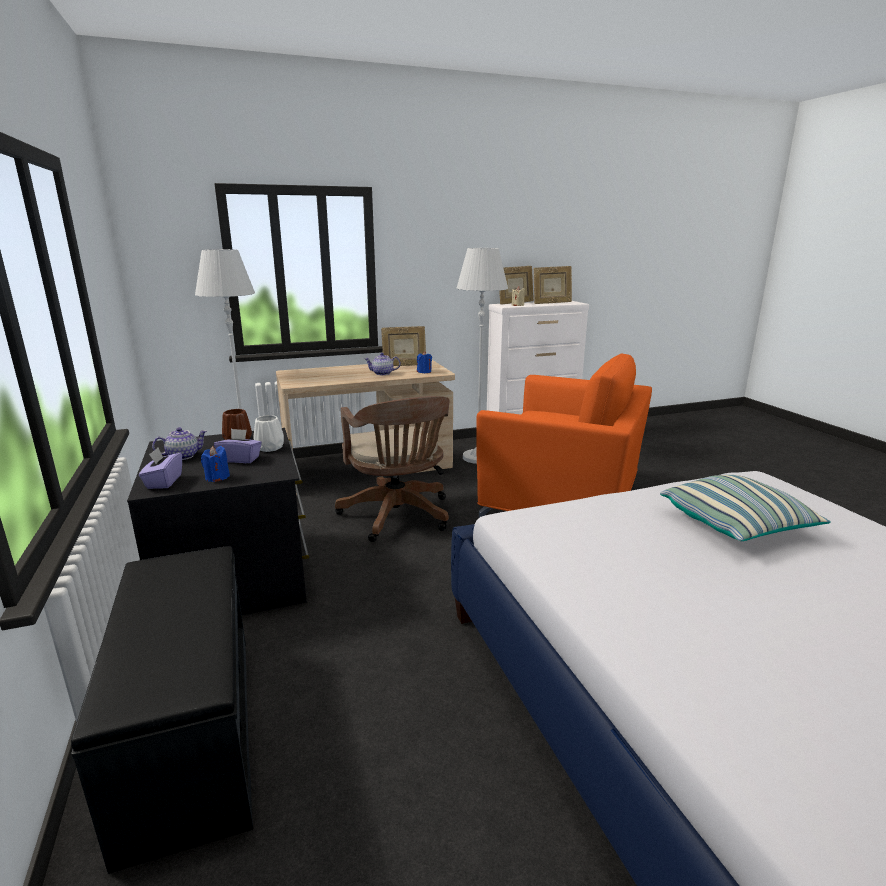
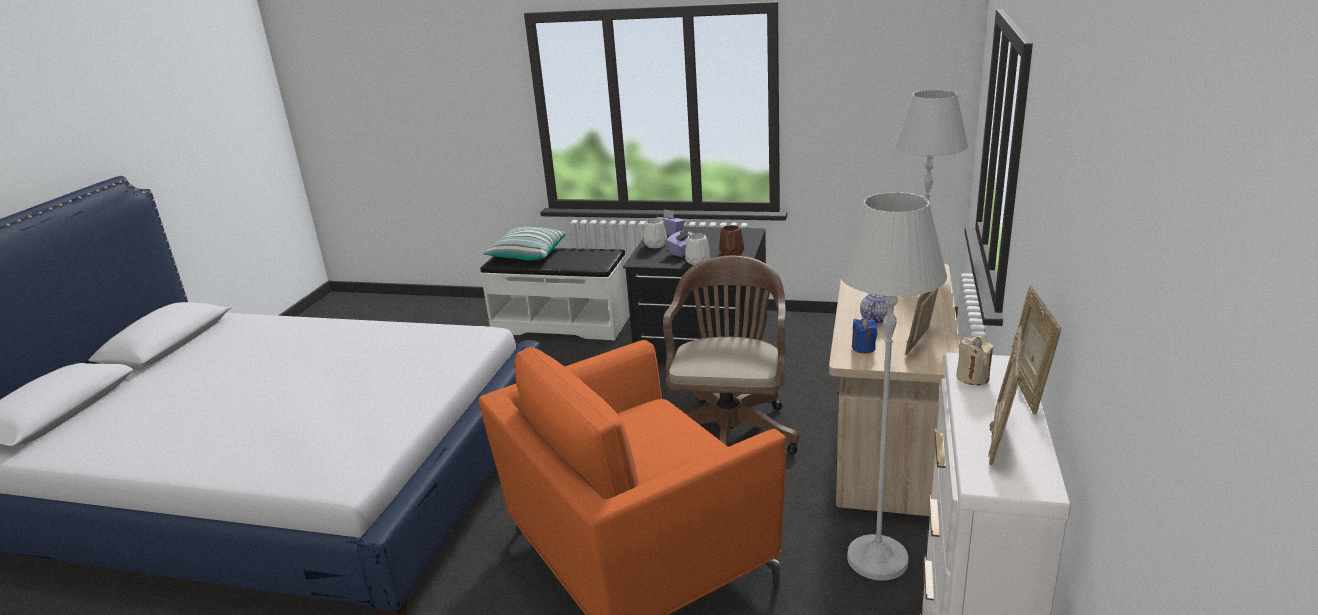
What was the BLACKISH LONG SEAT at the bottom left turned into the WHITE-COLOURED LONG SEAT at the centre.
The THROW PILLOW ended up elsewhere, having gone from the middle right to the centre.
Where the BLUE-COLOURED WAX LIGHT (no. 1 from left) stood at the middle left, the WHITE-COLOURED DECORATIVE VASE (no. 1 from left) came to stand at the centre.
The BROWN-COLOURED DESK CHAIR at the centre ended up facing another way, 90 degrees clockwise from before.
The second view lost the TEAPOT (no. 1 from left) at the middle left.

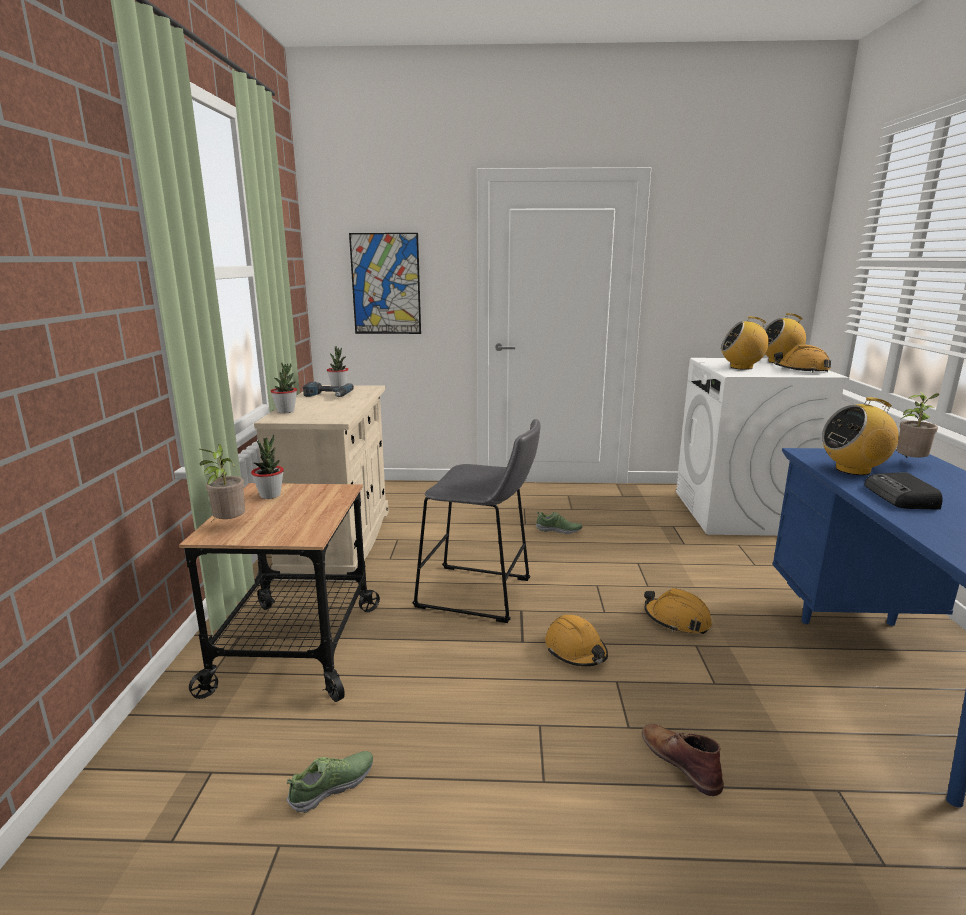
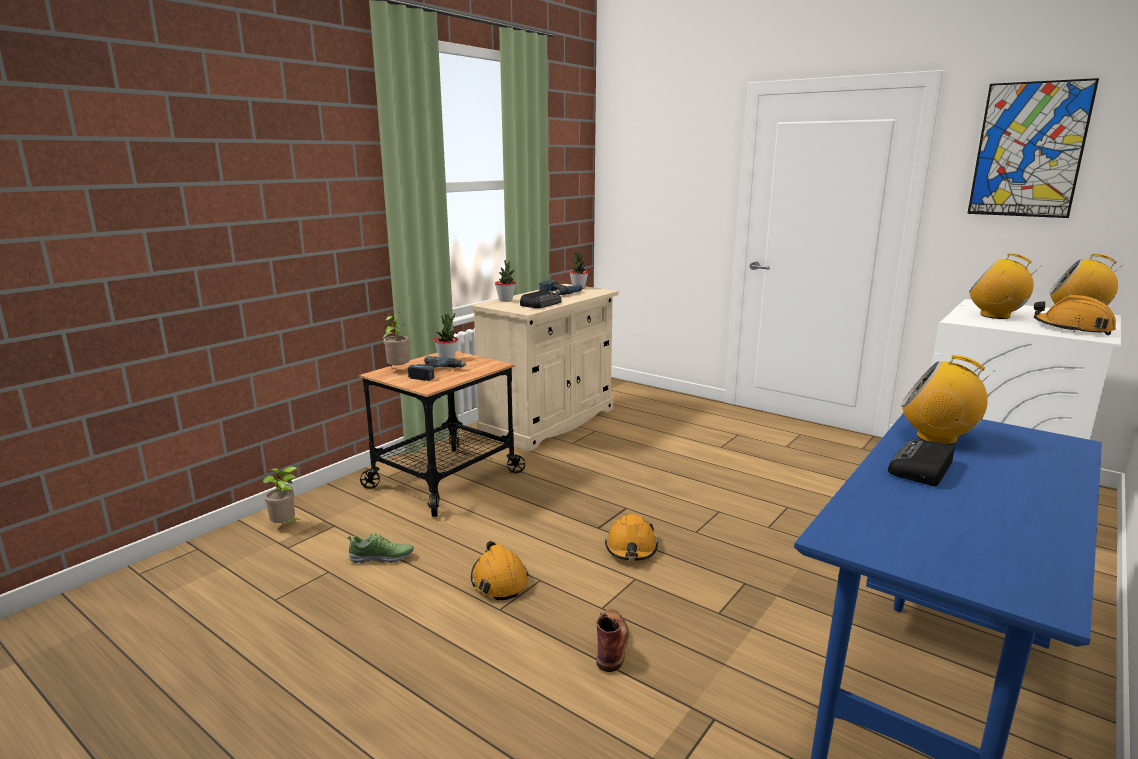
The POTTED PLANT (no. 5 from left in the first image) ended up elsewhere, having gone from the middle right to the middle left.
The second view gained the ELECTRIC DRILL (no. 1 from left) at the centre.
The ORANGE-COLOURED SAFETY HELMET (no. 2 from left in the first image) ended up elsewhere, having gone from the bottom right to the bottom centre.
The second view gained the RADIO (no. 1 from left) at the centre.
The WALL ART ended up elsewhere, having gone from the top centre to the top right.
The second view lost the GREYISH SITTING STOOL at the centre.
The second view lost the LOW SHOE (no. 2 from left) at the centre.

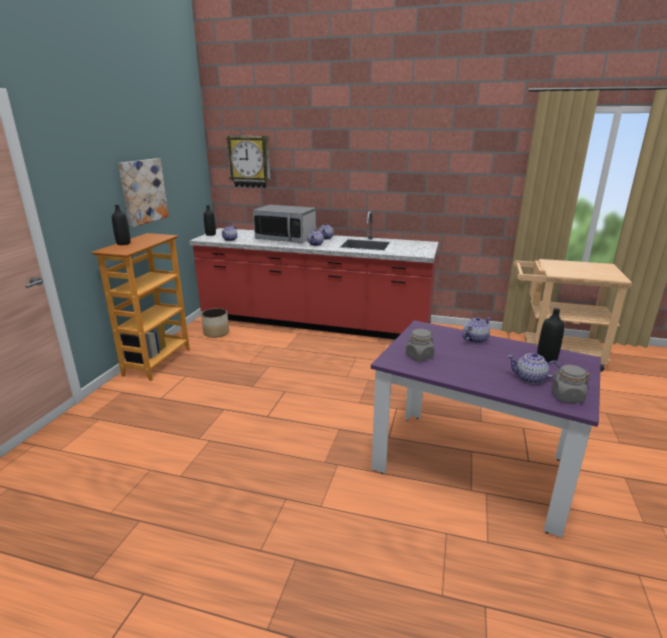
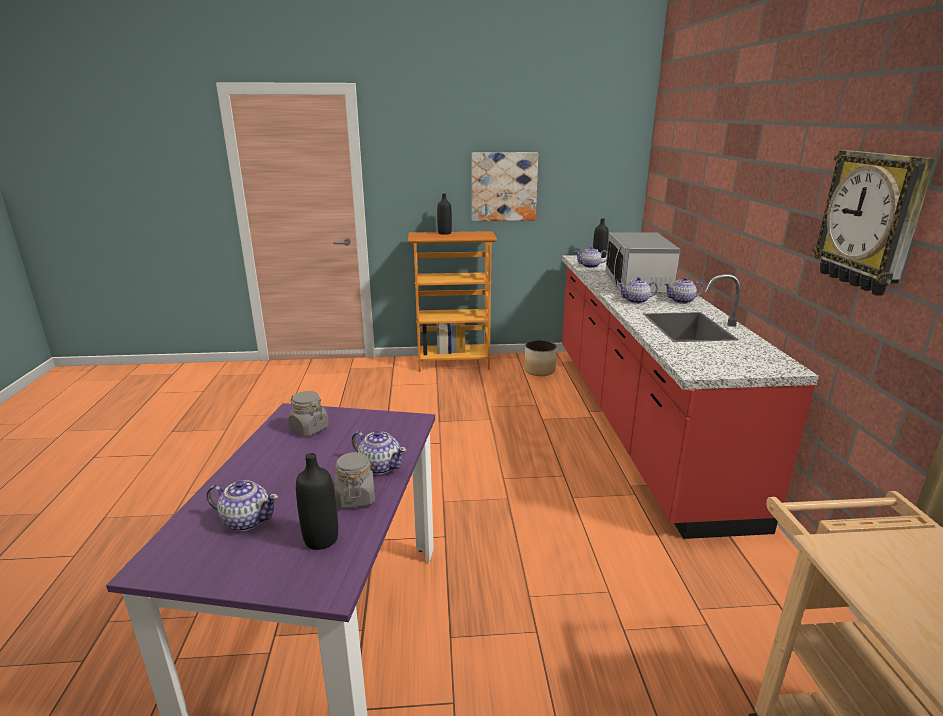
The TEAPOT (no. 5 from left in the first image) at the middle right ended up facing another way, 105 degrees clockwise from before.
The GREYISH STORAGE JAR (no. 2 from left) ended up elsewhere, having gone from the middle right to the bottom centre.
The CLOCK ON THE WALL ended up elsewhere, having gone from the top centre to the top right.

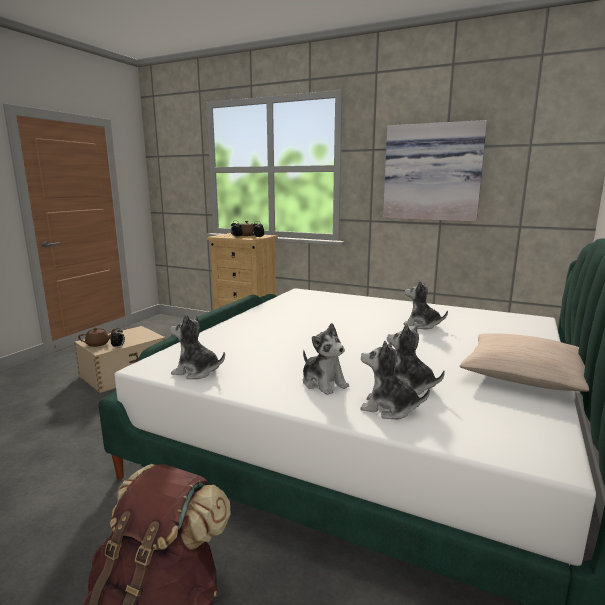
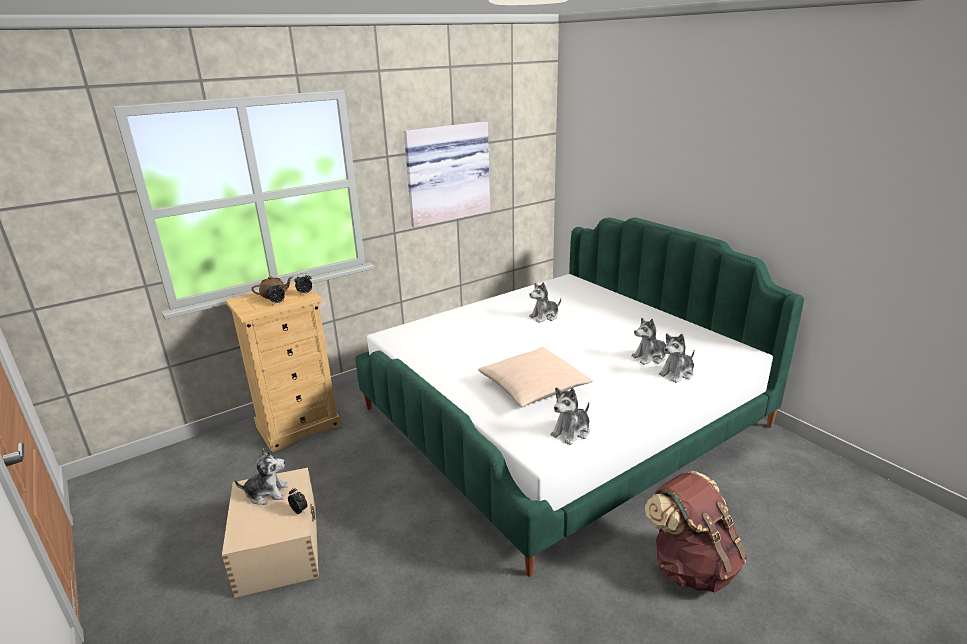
The SOFT TOY (no. 2 from left in the first image) ended up elsewhere, having gone from the centre to the bottom left.
The BEIGE THROW PILLOW ended up elsewhere, having gone from the middle right to the centre.
The second view lost the BROWN-COLOURED TEAPOT (no. 1 from left) at the middle left.

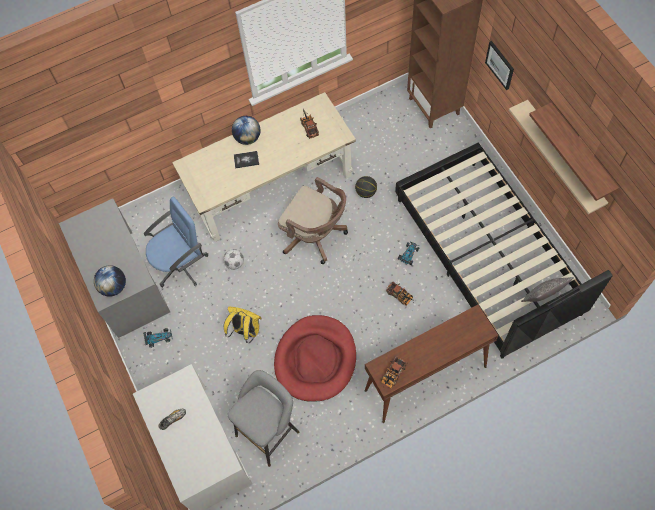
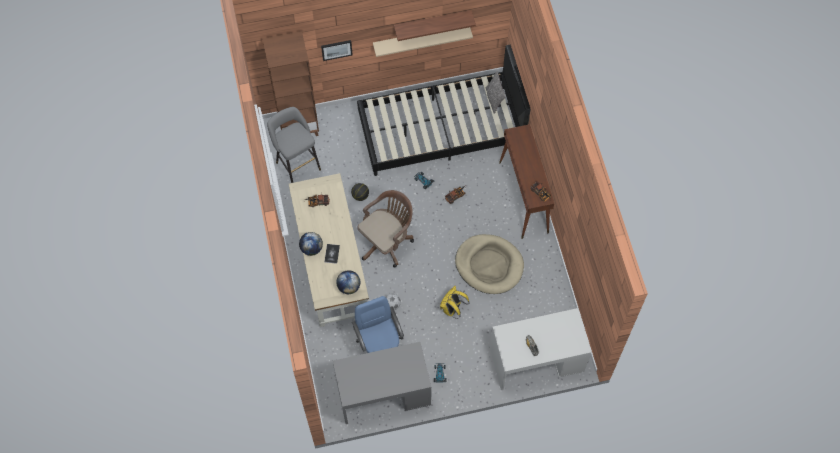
The GREYISH SITTING STOOL ended up elsewhere, having gone from the bottom centre to the top centre.
The DESK GLOBE (no. 1 from left in the first image) ended up elsewhere, having gone from the middle left to the centre.
What was the RED DOG CUSHION at the bottom centre turned into the BEIGE DOG CUSHION at the centre.

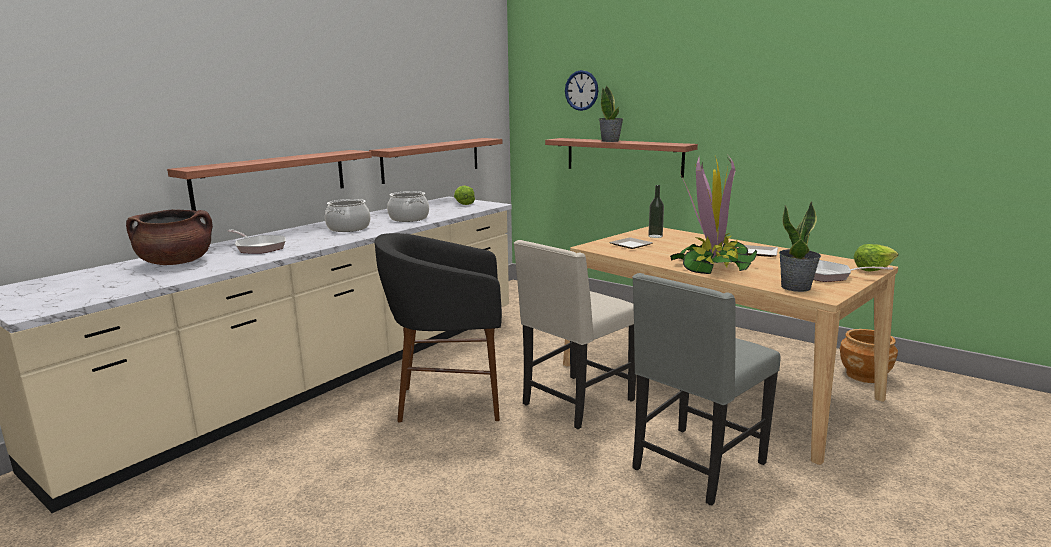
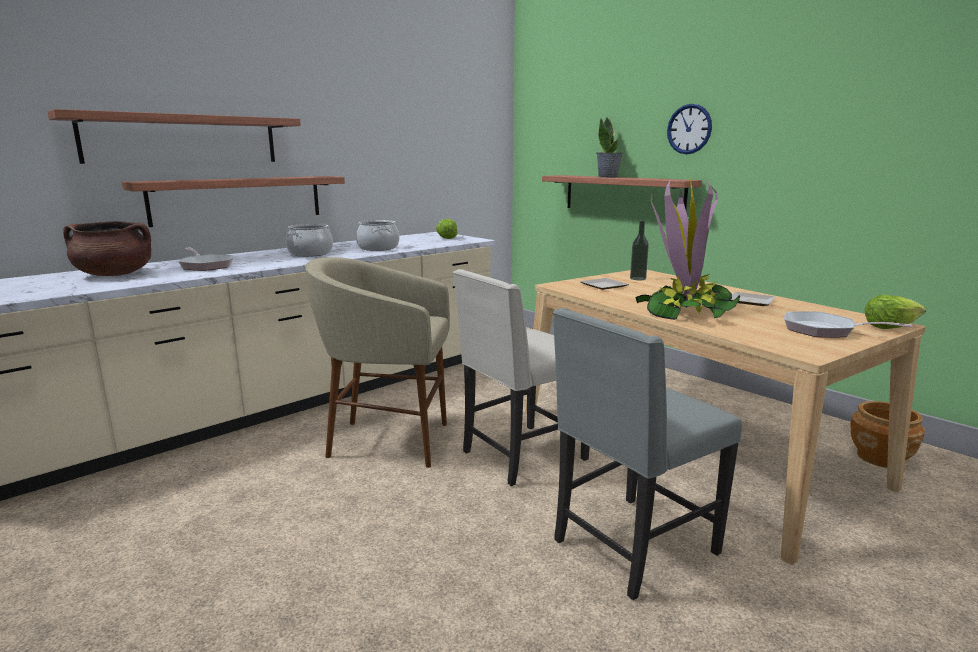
The SHELF (no. 2 from left in the first image) ended up elsewhere, having gone from the top centre to the top left.
What was the BLACKISH SITTING STOOL at the centre turned into the BEIGE SITTING STOOL at the centre.
The CLOCK ON THE WALL ended up elsewhere, having gone from the top centre to the top right.
The second view lost the POTTED PLANT (no. 3 from left) at the middle right.

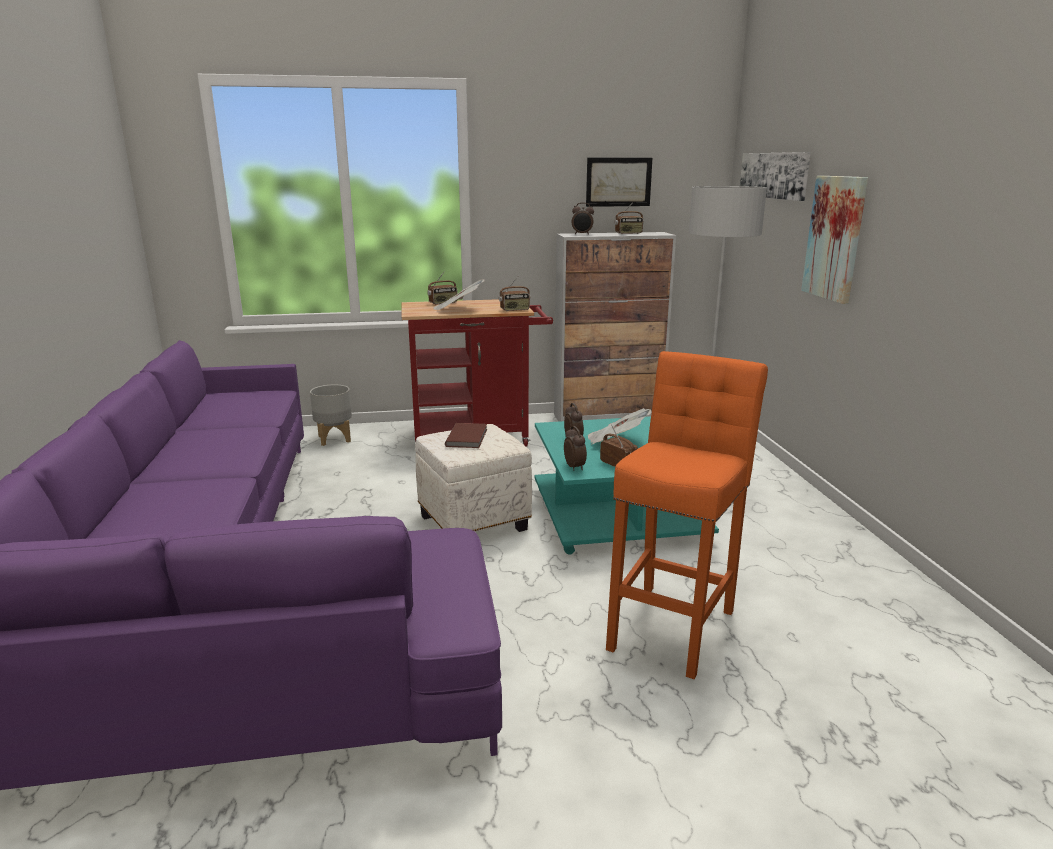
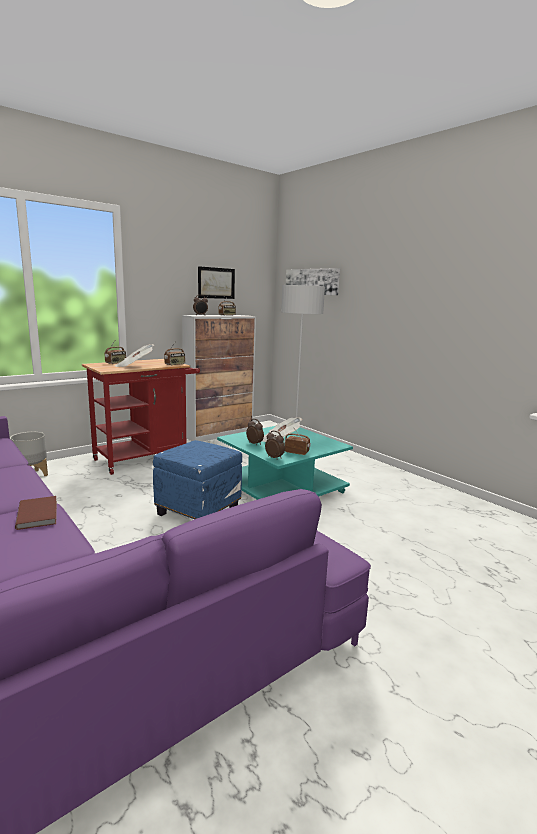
The BROWN-COLOURED VOLUME ended up elsewhere, having gone from the centre to the middle left.
What was the WHITE-COLOURED POUFFE at the centre turned into the BLUE-COLOURED POUFFE at the centre.
The second view lost the ORANGE-COLOURED SITTING STOOL at the centre.
The second view lost the WALL ART (no. 3 from left) at the top right.

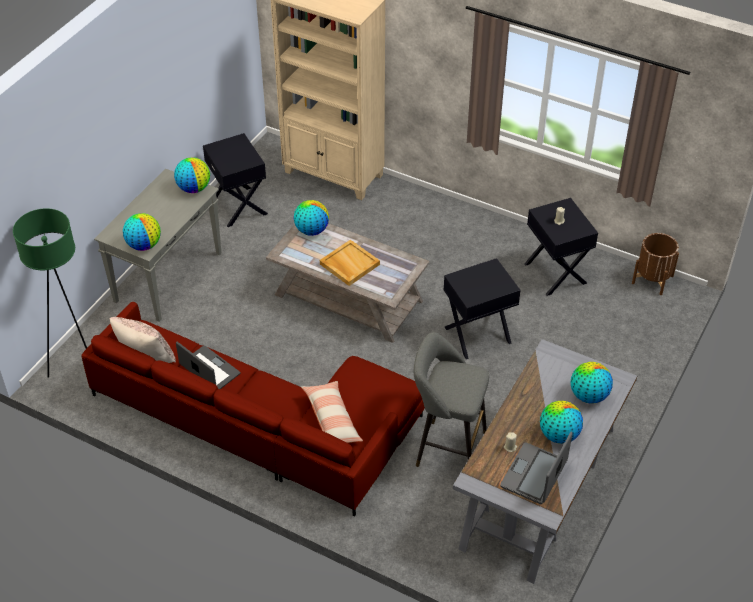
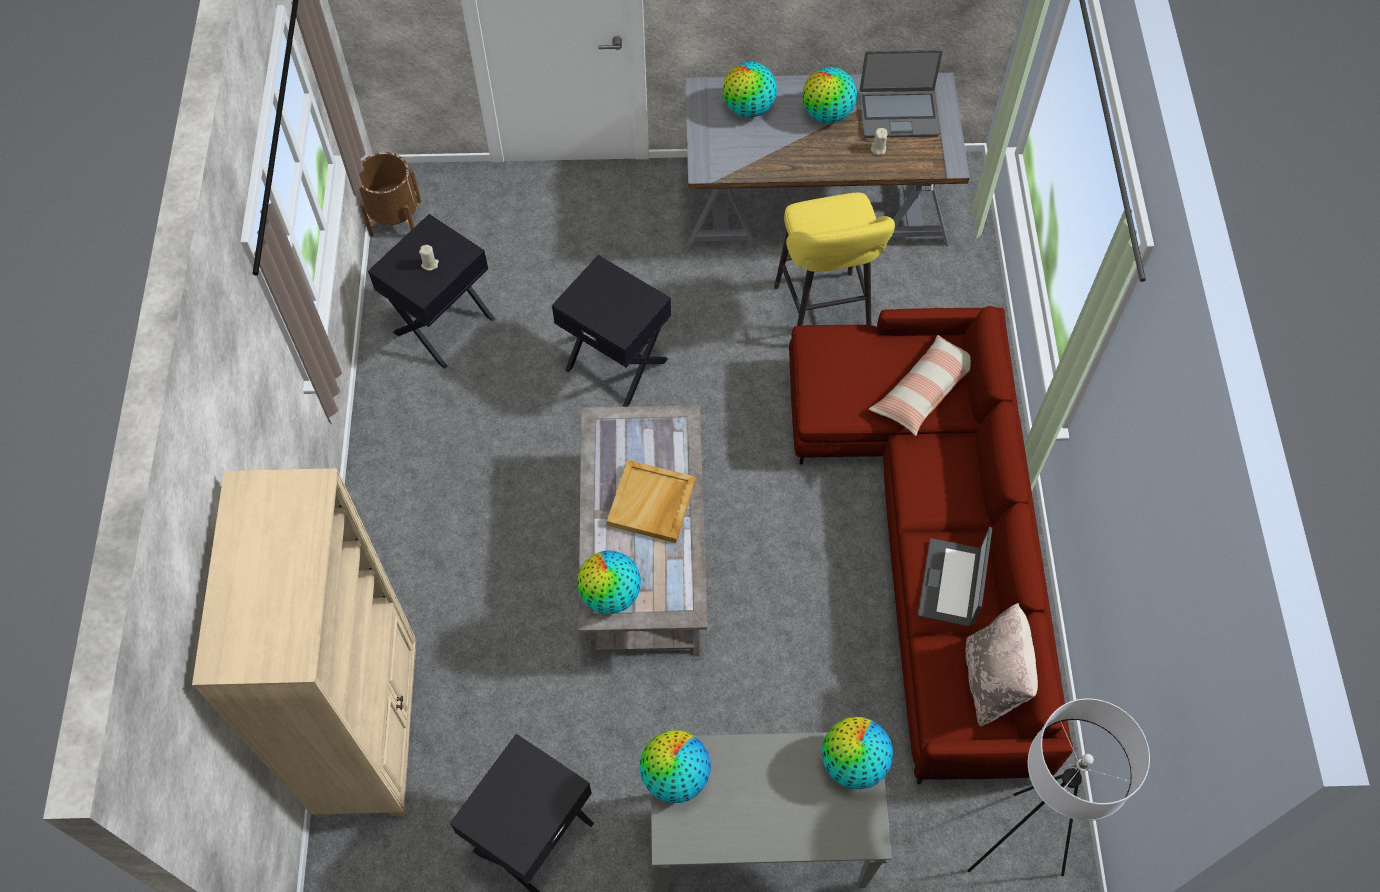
What was the GREYISH SITTING STOOL at the centre turned into the YELLOW-COLOURED SITTING STOOL at the top centre.
What was the GREENISH STANDING LAMP at the middle left turned into the WHITE-COLOURED STANDING LAMP at the bottom right.

